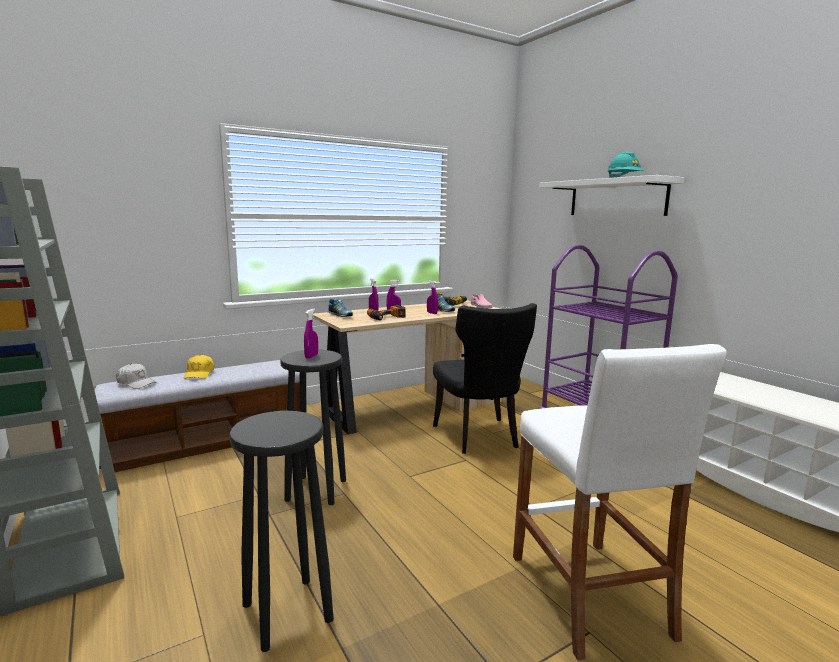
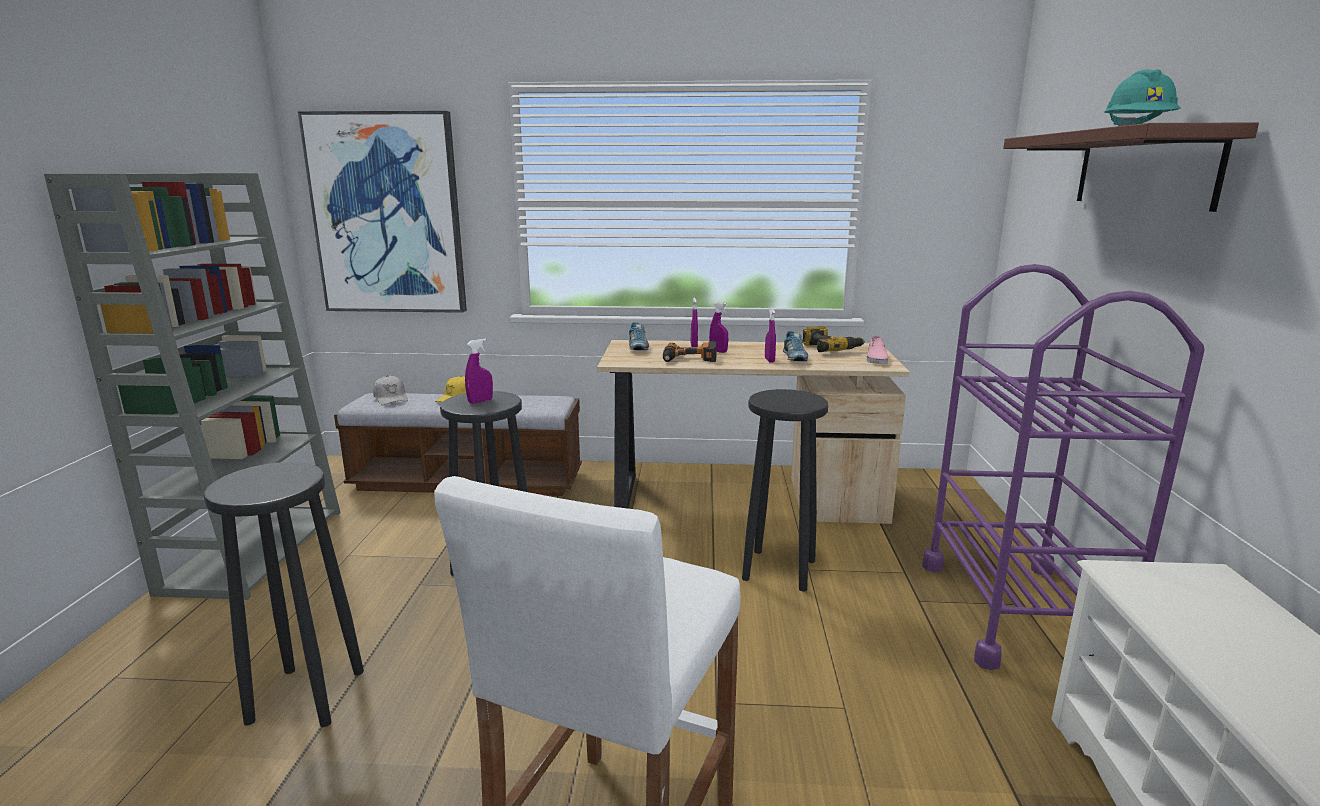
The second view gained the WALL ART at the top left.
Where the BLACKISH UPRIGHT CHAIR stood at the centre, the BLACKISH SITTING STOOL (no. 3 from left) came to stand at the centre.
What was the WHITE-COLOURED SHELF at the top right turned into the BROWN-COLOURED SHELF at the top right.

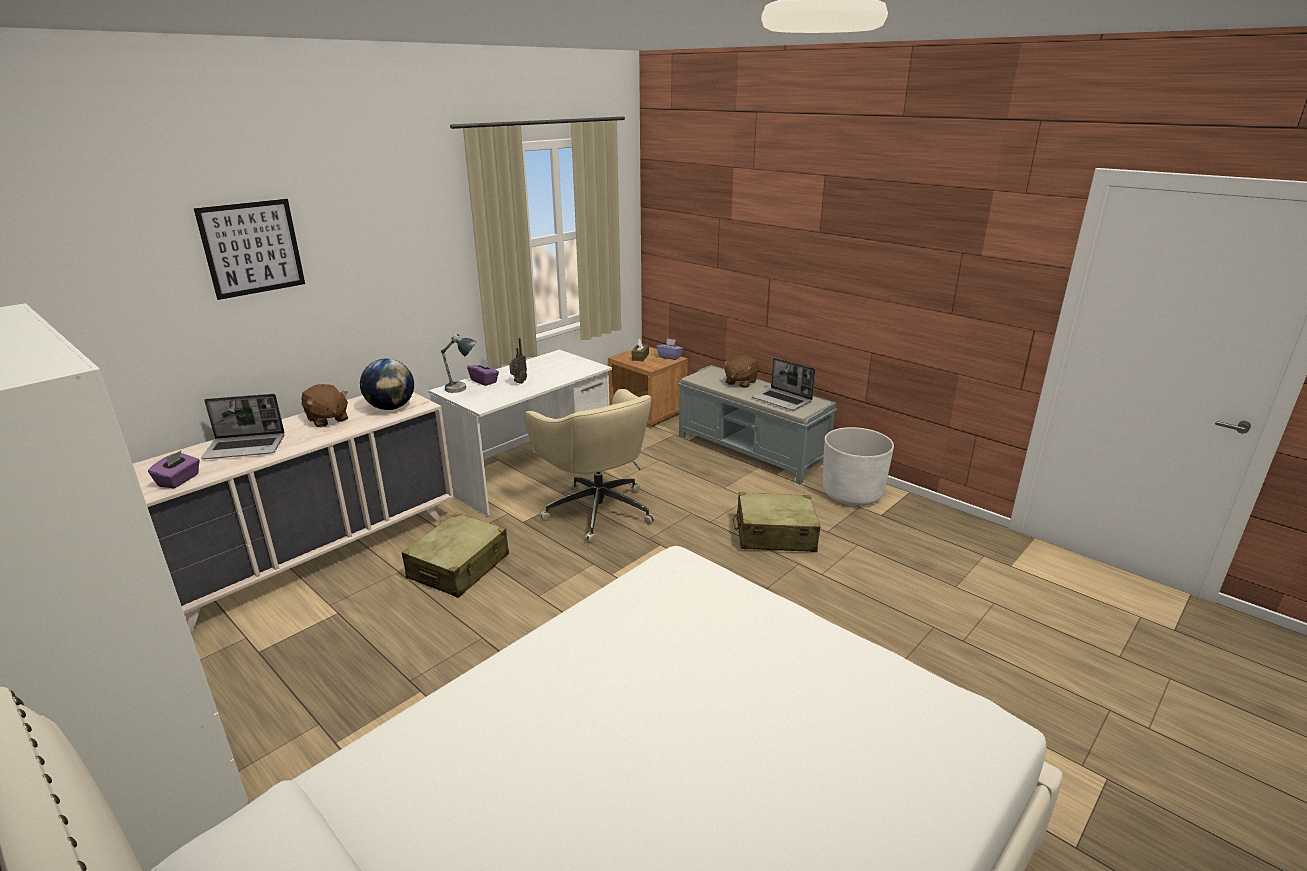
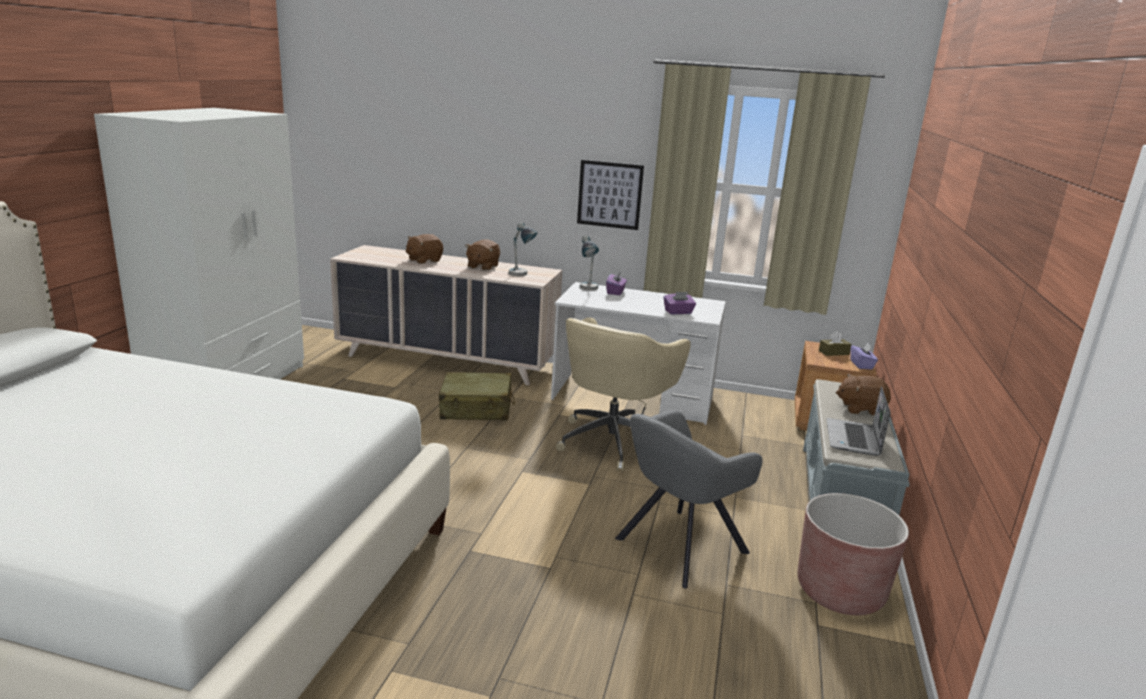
Where the LAPTOP (no. 1 from left) stood at the middle left, the BROWN-COLOURED SOFT TOY (no. 1 from left) came to stand at the centre.
Where the DESK GLOBE stood at the middle left, the LAMP FOR A TABLE (no. 1 from left) came to stand at the centre.
The WALL ART ended up elsewhere, having gone from the top left to the top centre.
Where the BEIGE PIECE OF LUGGAGE (no. 2 from left) stood at the centre, the GREYISH EASY CHAIR came to stand at the bottom centre.
The PURPLE-COLOURED BOX OF TISSUES (no. 1 from left in the first image) ended up elsewhere, having gone from the middle left to the centre.
What was the WHITE-COLOURED PLANT POT at the centre turned into the BROWN-COLOURED PLANT POT at the bottom right.
The second view lost the RADIO at the centre.

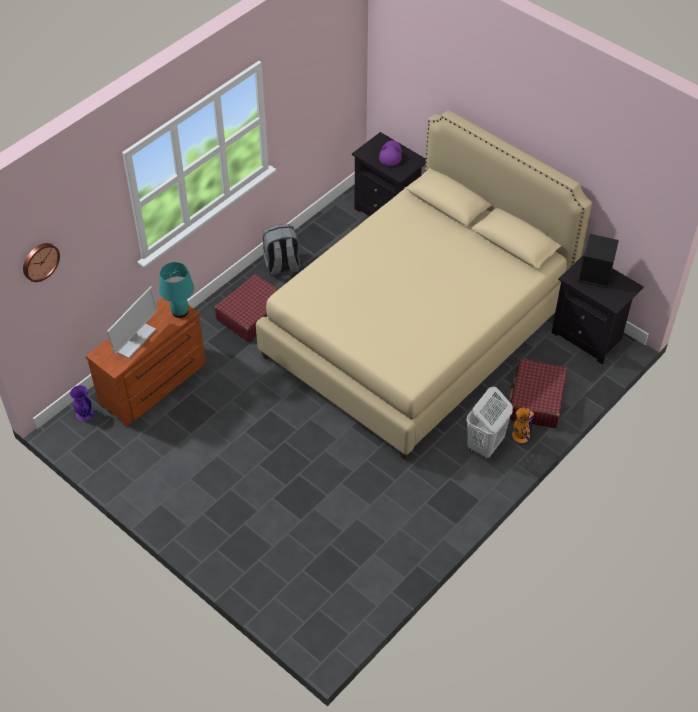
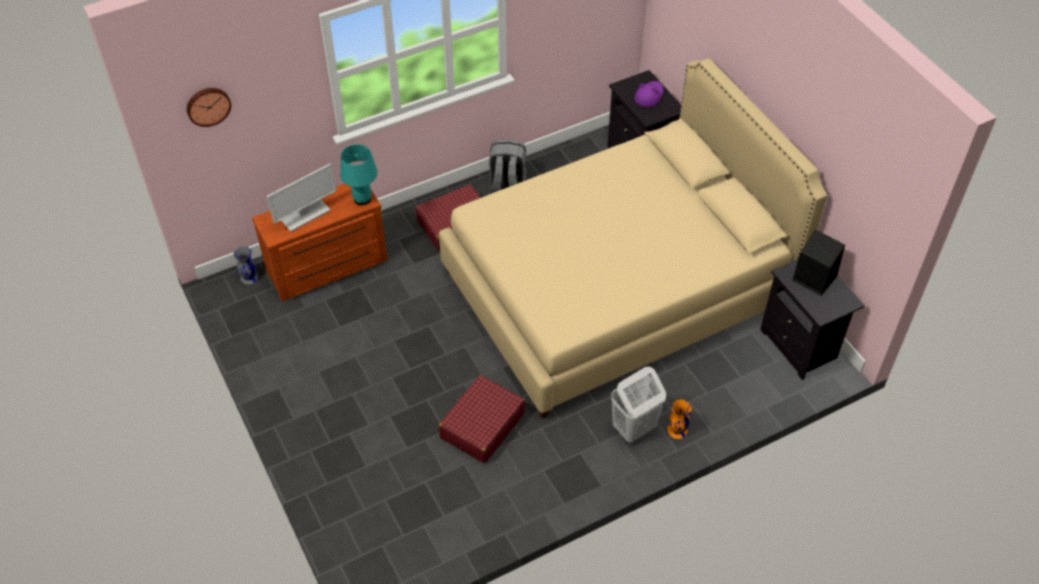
What was the PURPLE-COLOURED DECORATIVE VASE at the middle left turned into the GREYISH DECORATIVE VASE at the middle left.
The RED PIECE OF LUGGAGE (no. 2 from left) ended up elsewhere, having gone from the middle right to the bottom centre.

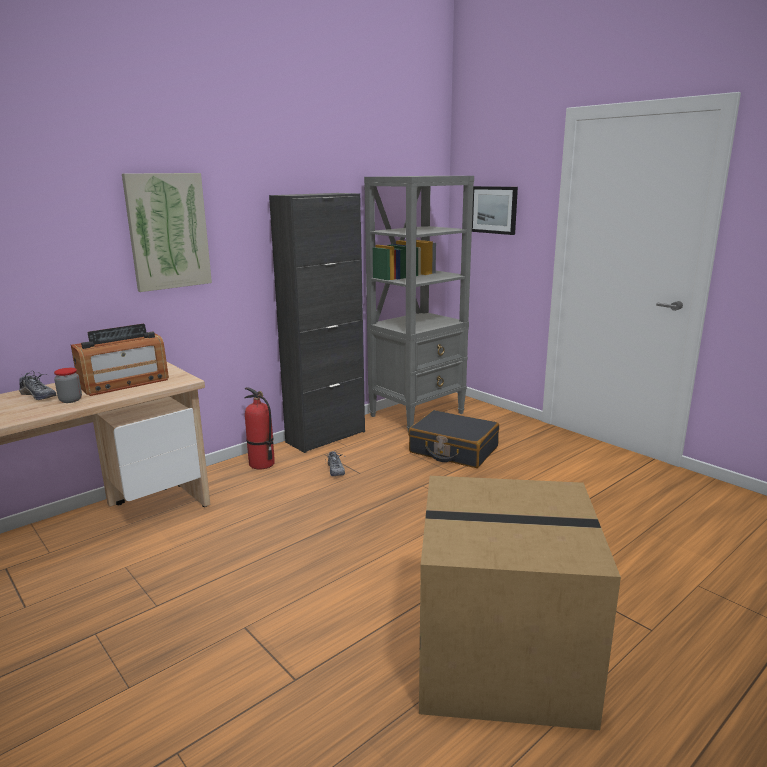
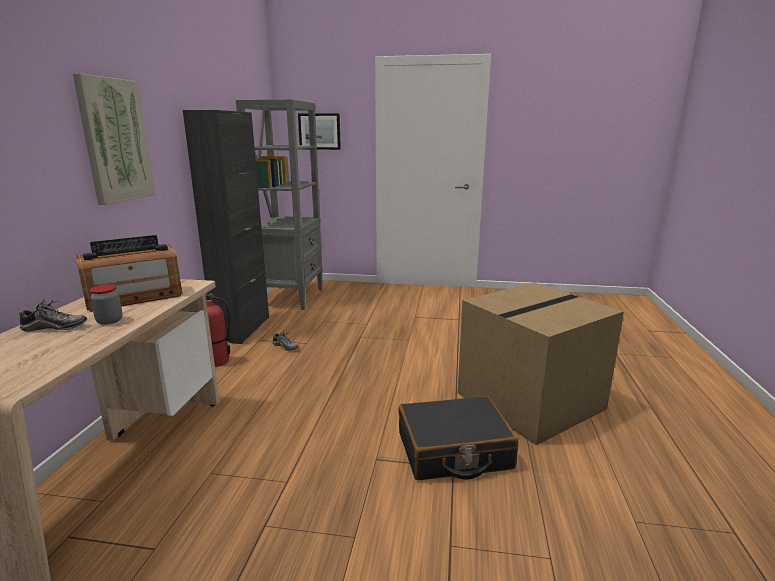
The RADIO at the middle left ended up facing another way, 45 degrees clockwise from before.
The BLACKISH PIECE OF LUGGAGE ended up elsewhere, having gone from the centre to the bottom centre.

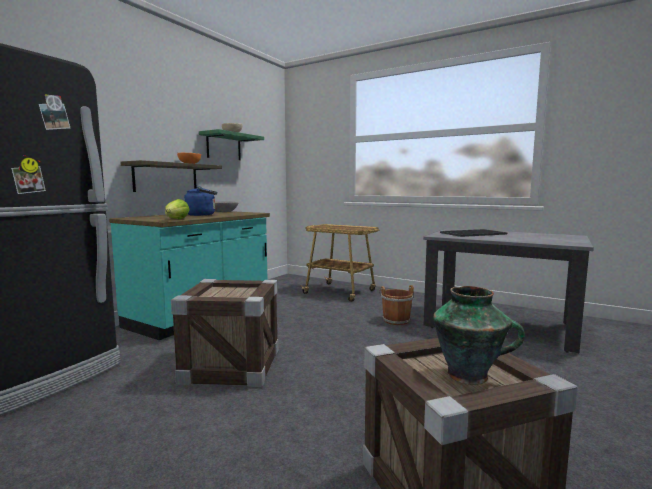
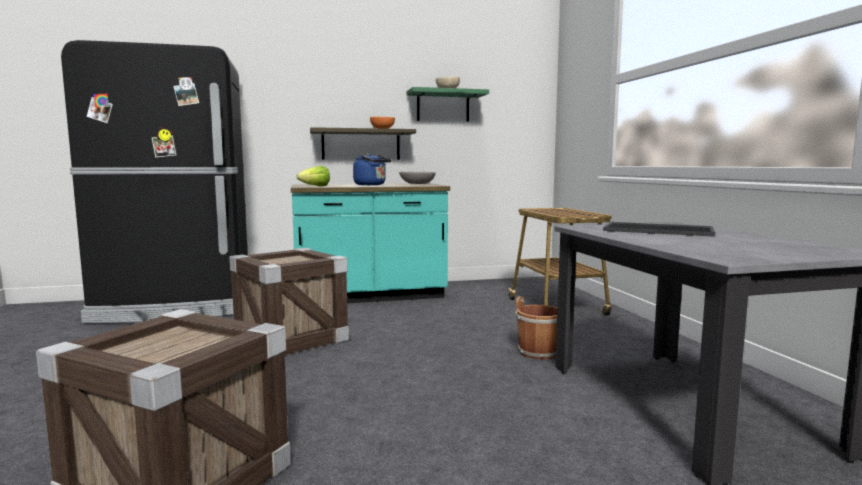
The second view lost the DECORATIVE VASE at the bottom right.

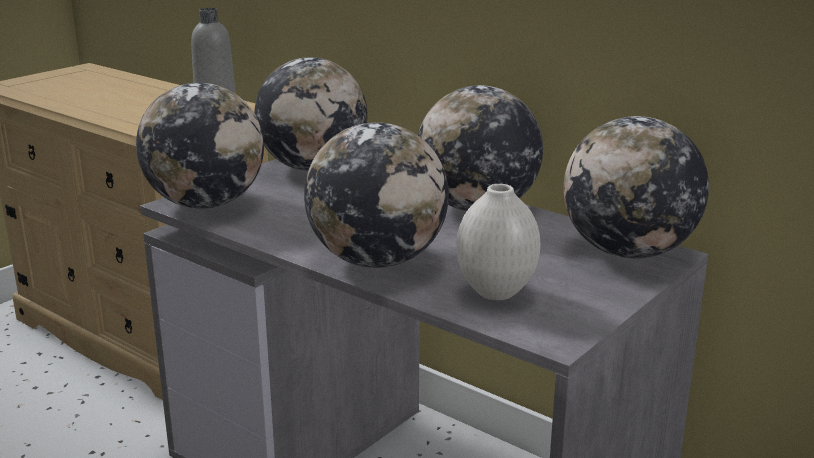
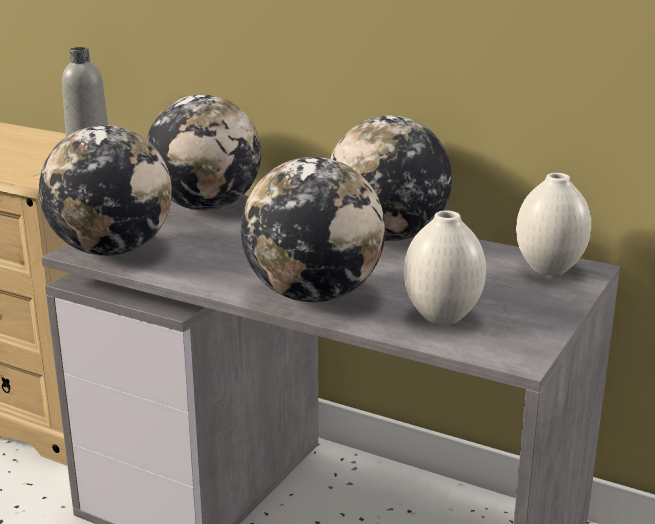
Where the DESK GLOBE (no. 5 from left) stood at the middle right, the WHITE-COLOURED DECORATIVE VASE (no. 2 from left) came to stand at the middle right.

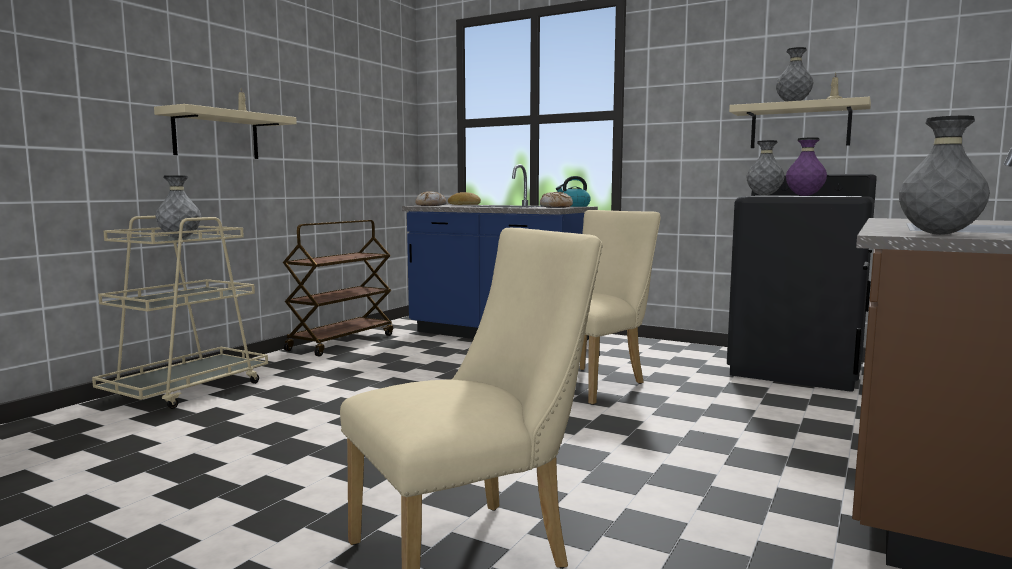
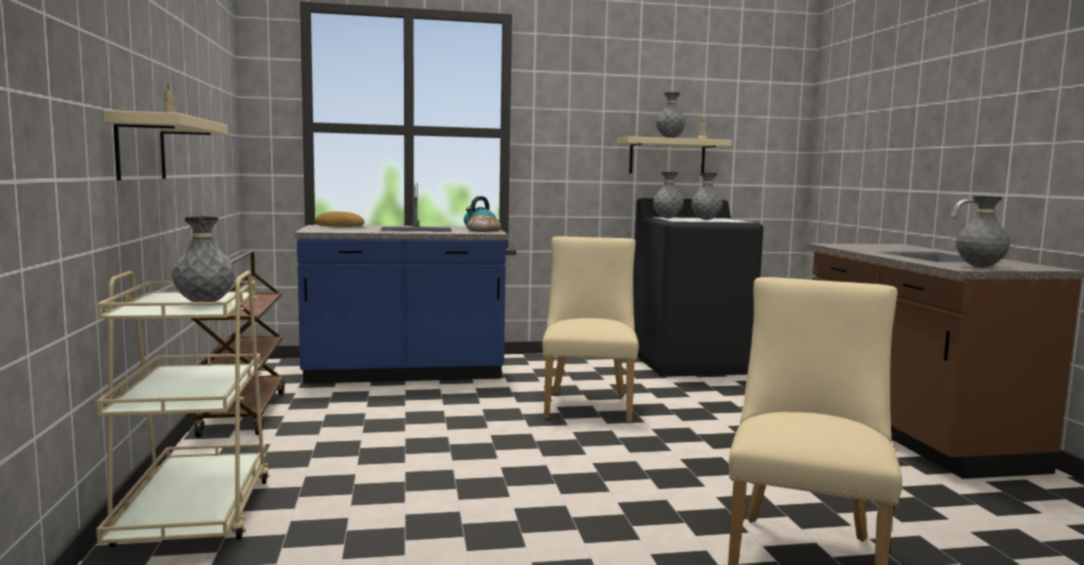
What was the PURPLE-COLOURED DECORATIVE VASE at the top right turned into the GREYISH DECORATIVE VASE (no. 4 from left) at the centre.
The second view lost the BREAD (no. 1 from left) at the centre.

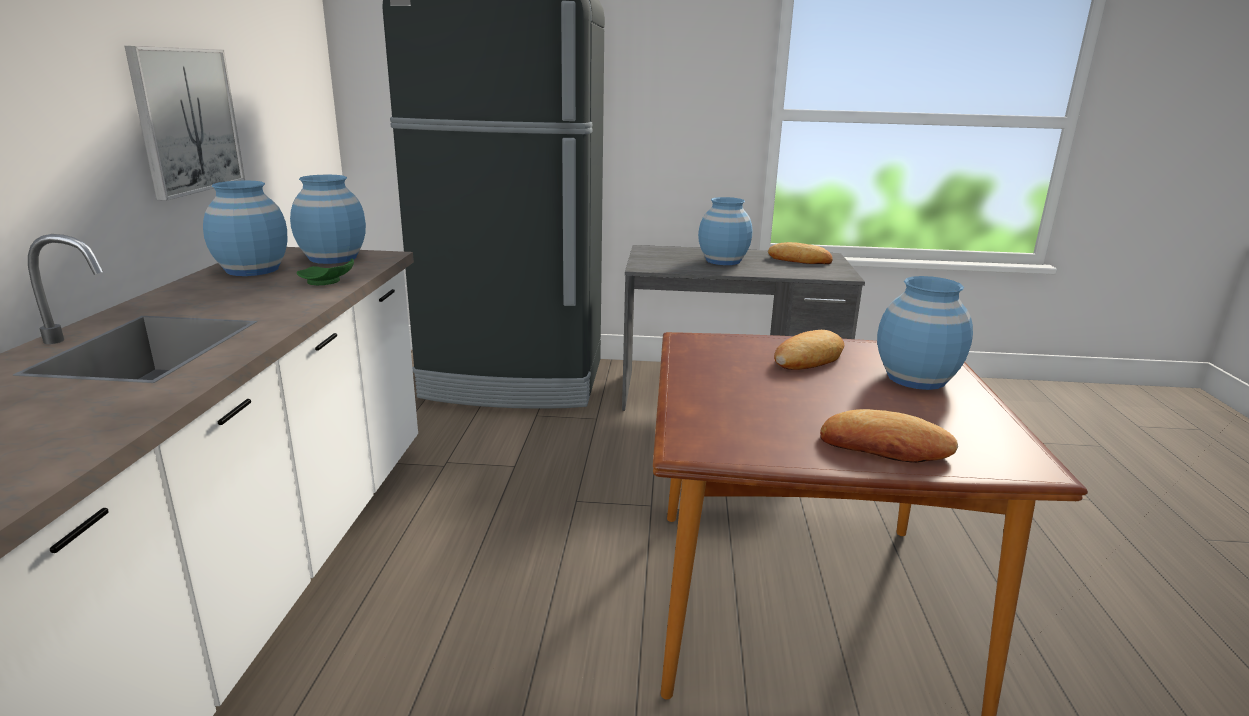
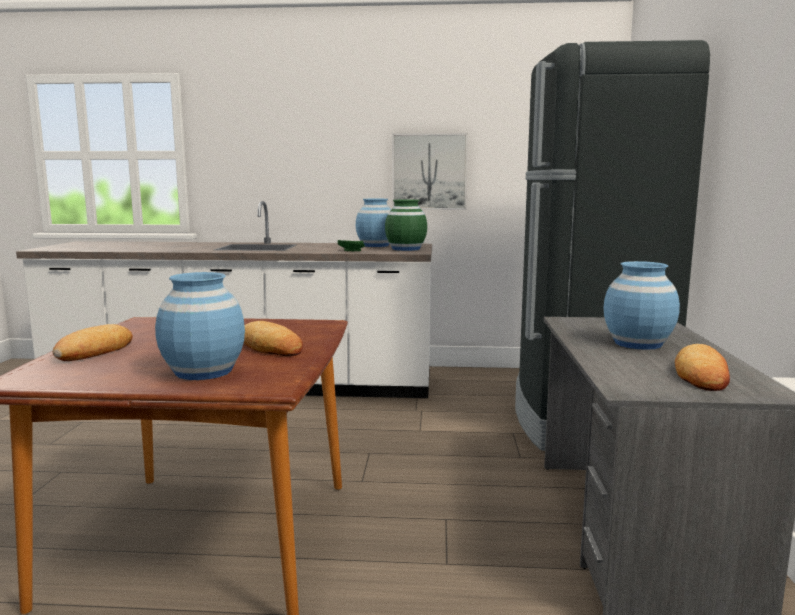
What was the BLUE-COLOURED DECORATIVE VASE (no. 2 from left) at the top left turned into the GREENISH DECORATIVE VASE at the centre.

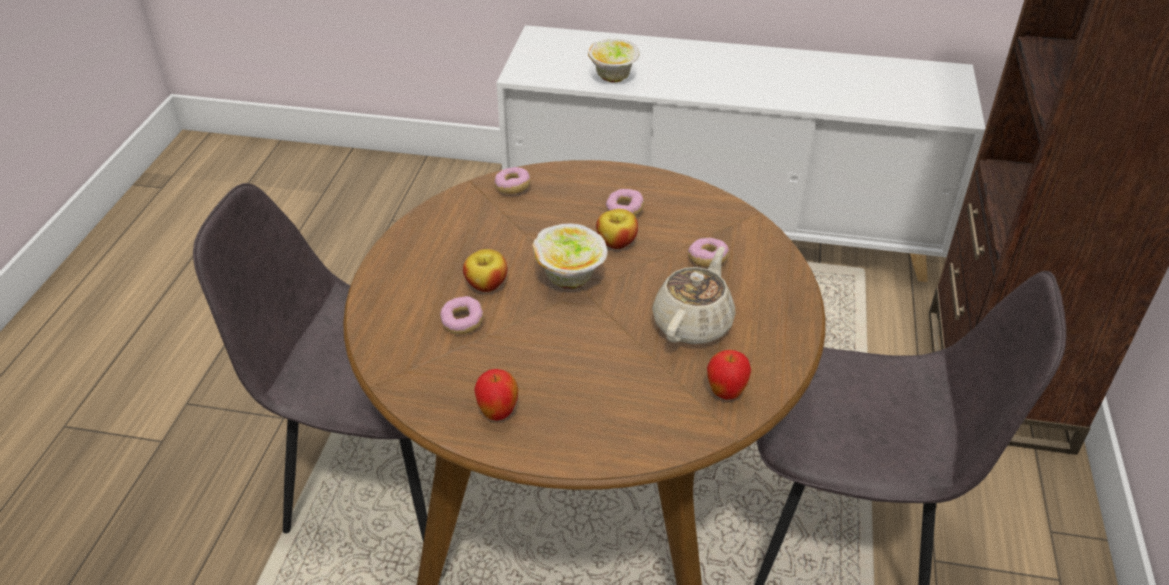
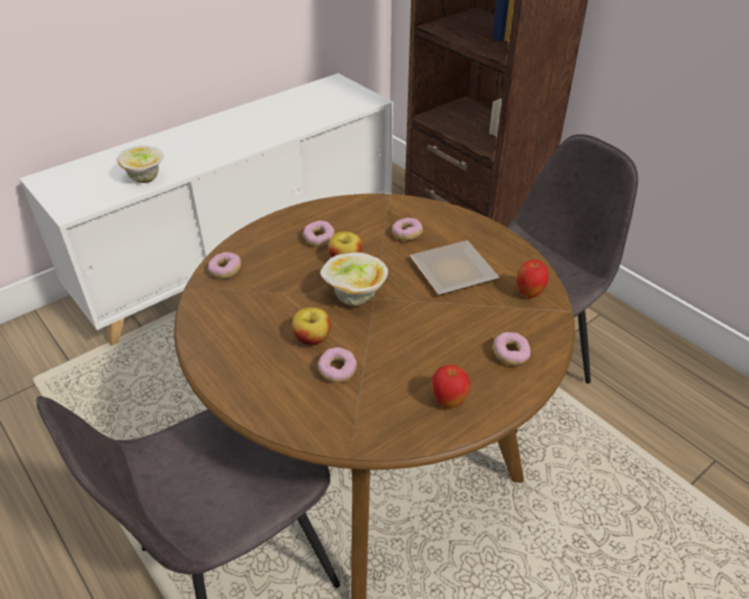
Where the BEIGE TEAPOT stood at the centre, the DINNER PLATE came to stand at the centre.
The second view gained the DONUT (no. 5 from left) at the middle right.

